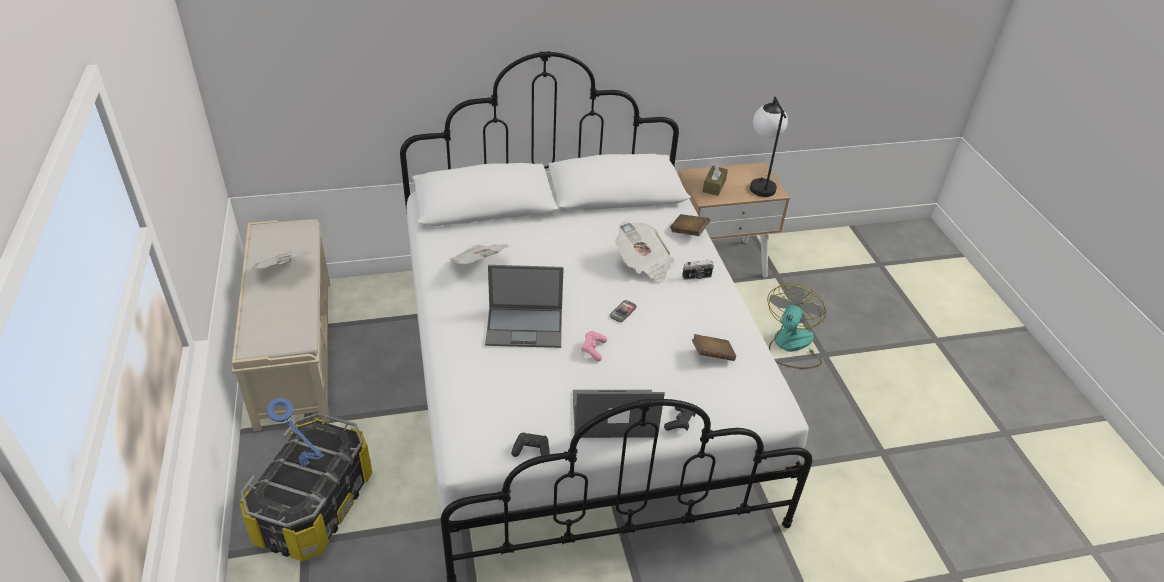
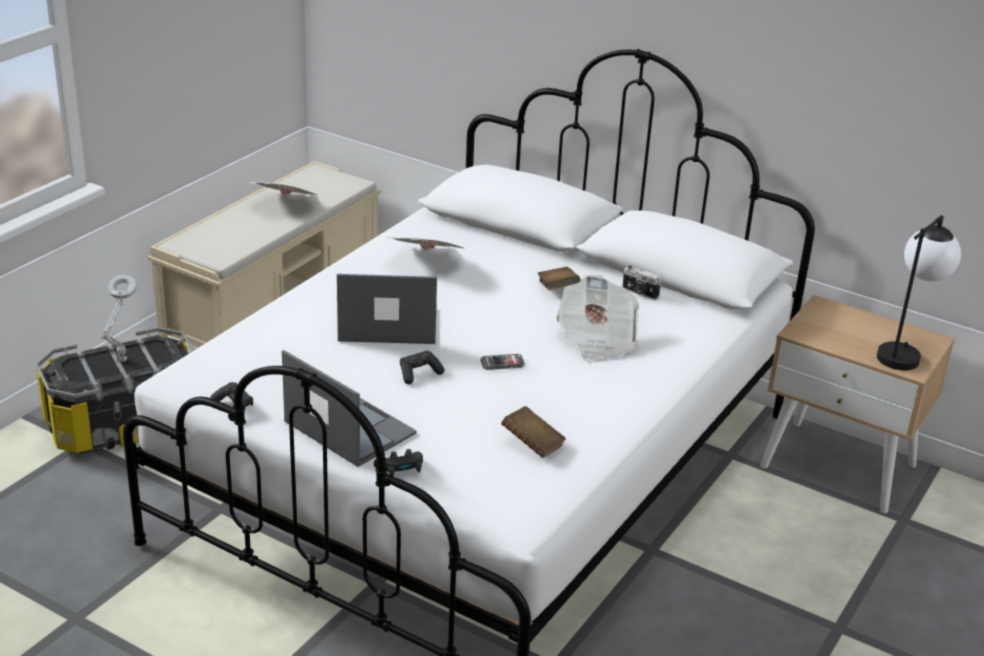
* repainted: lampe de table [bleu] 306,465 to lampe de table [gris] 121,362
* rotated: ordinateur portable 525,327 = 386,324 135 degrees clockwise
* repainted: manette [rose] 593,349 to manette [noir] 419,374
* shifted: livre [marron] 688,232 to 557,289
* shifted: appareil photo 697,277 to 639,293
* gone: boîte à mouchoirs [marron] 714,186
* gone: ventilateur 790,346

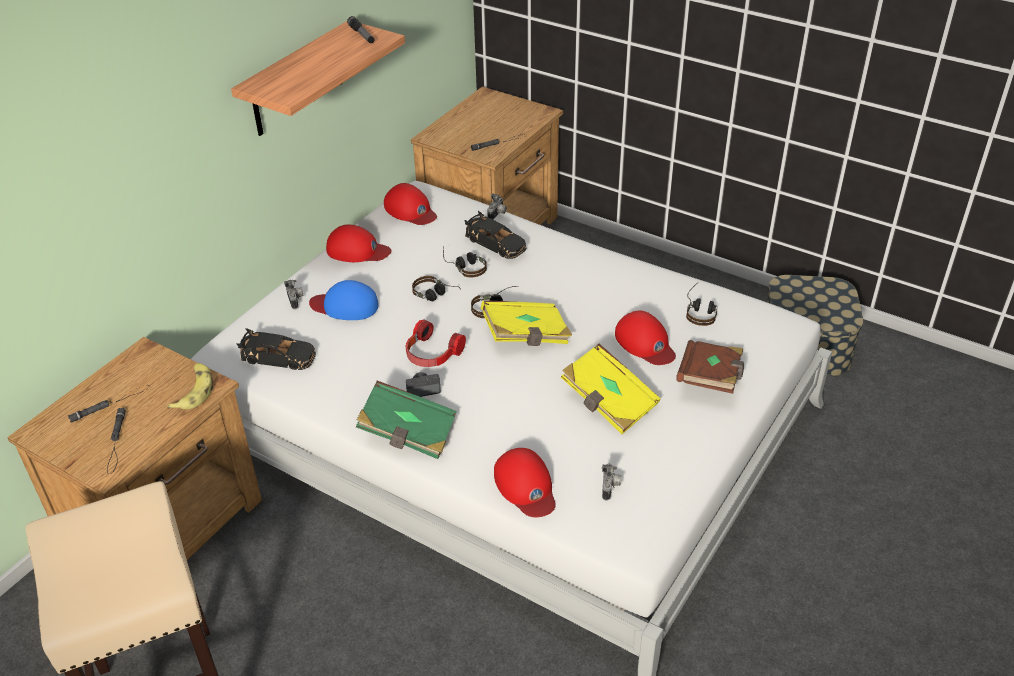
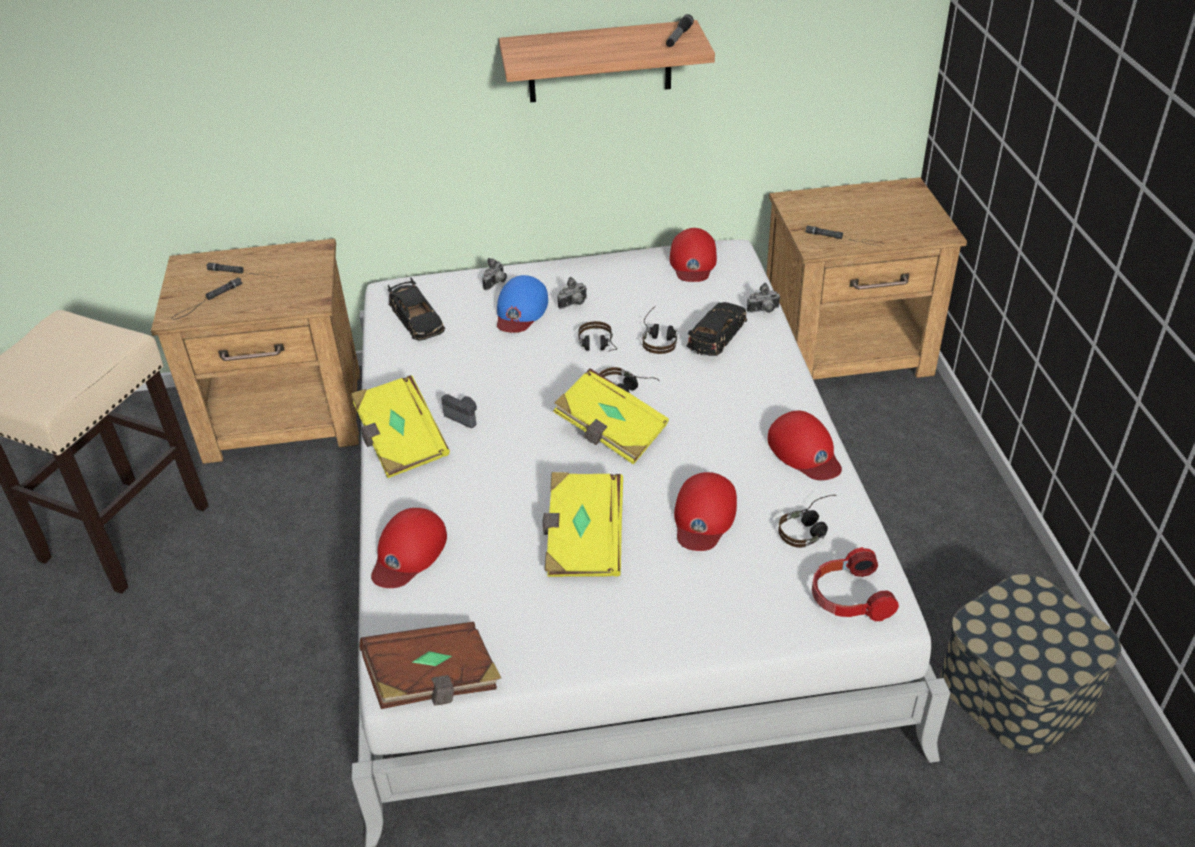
* repainted: livre [vert] 408,434 to livre [jaune] 400,442
* shifted: livre [marron] 710,379 to 434,681
* rotated: casquette [bleu] 345,306 = 520,310 135 degrees counterclockwise
* shifted: appareil photo 610,487 to 574,304
* rotated: petite voiture [noir] 495,243 = 717,335 150 degrees counterclockwise
* shifted: casquette [rouge] 357,250 to 804,451
* shifted: casque audio 432,354 to 848,597
* gone: banane 194,391

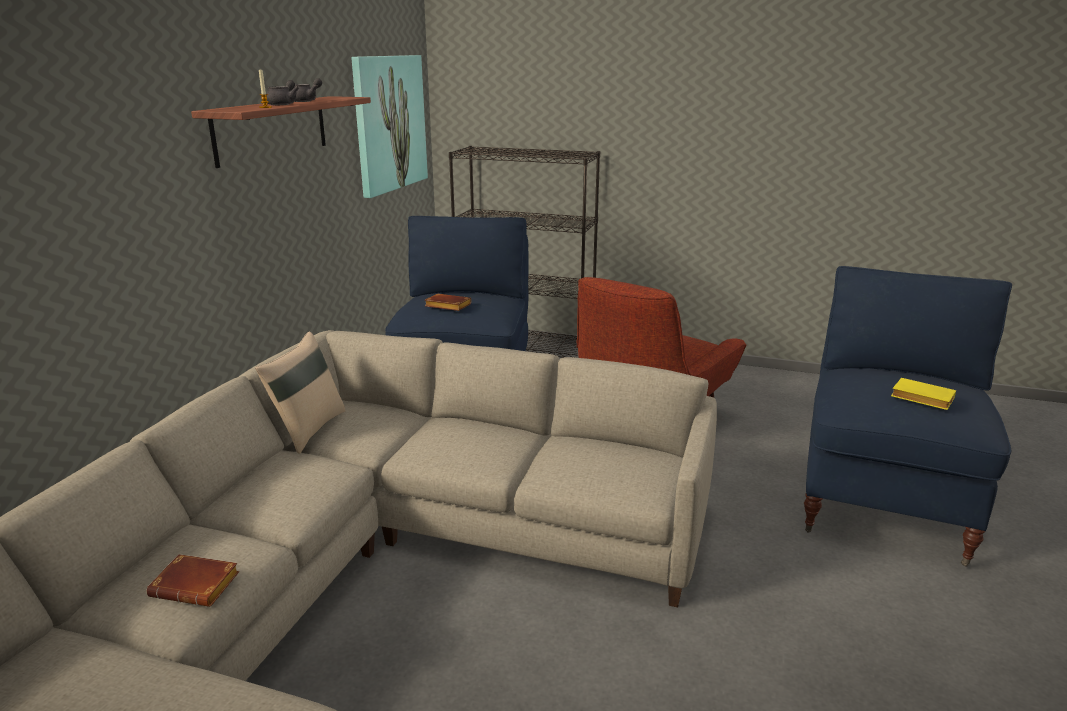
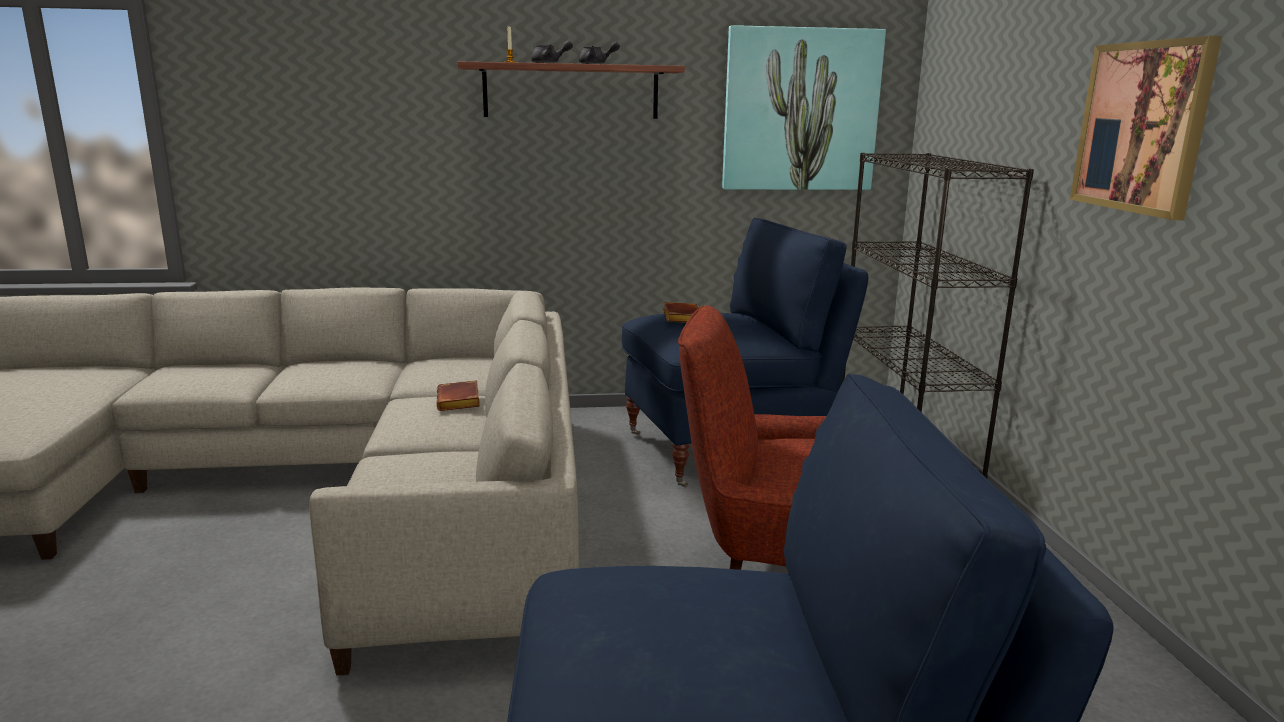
* shifted: livre [marron] 198,585 to 460,402
* new: tableau 1142,127
* gone: coussin [beige] 308,429
* gone: livre [jaune] 920,399

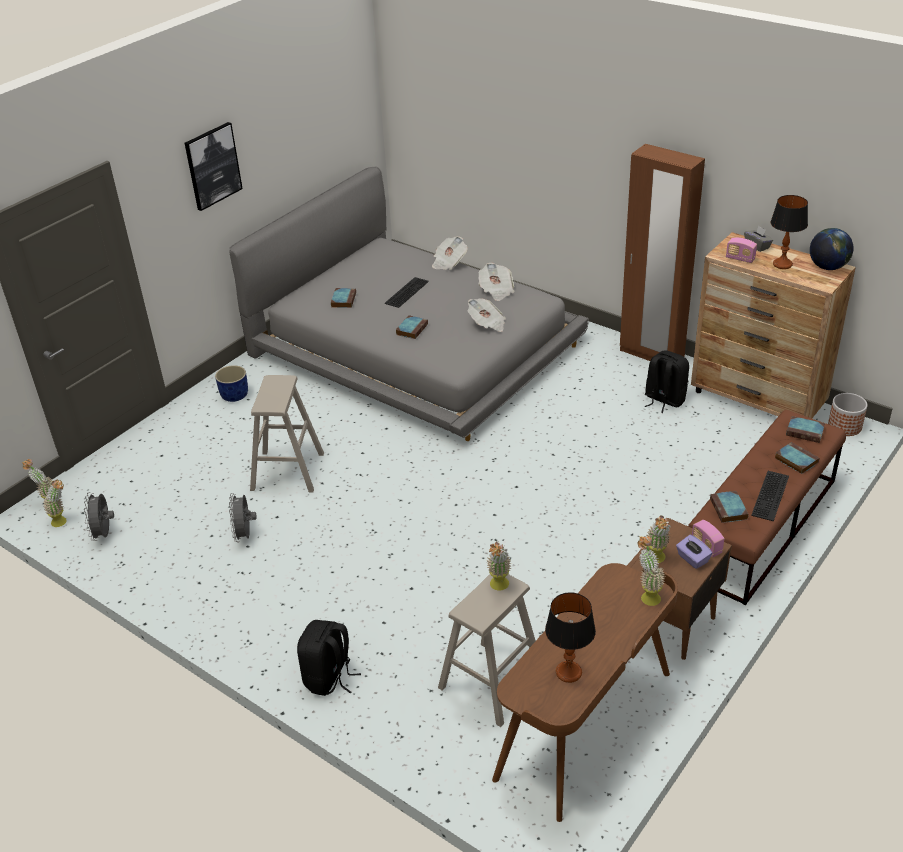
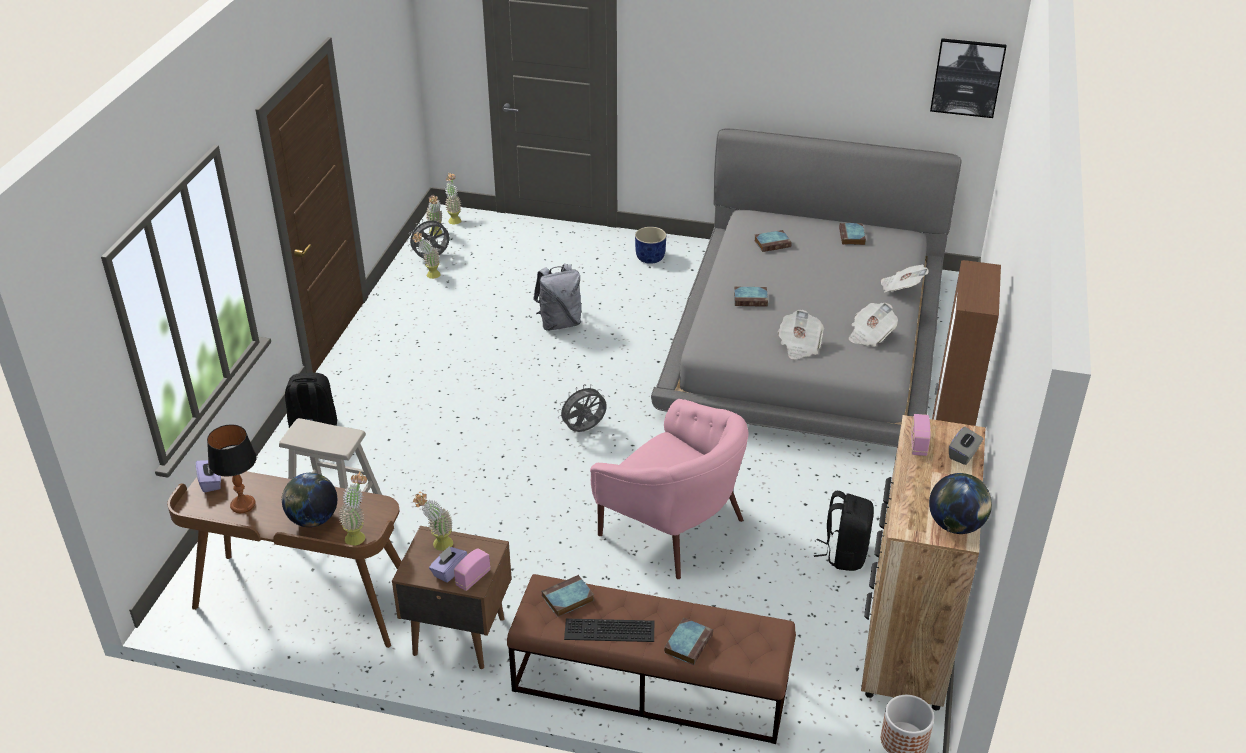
* new: boîte à mouchoirs [violet] 211,482
* new: globe 313,519
* shifted: plante en pot 499,587 to 429,275
* swapped: tabouret [beige] 287,471 to sac à dos [gris] 559,323
* shifted: ventilateur [gris] 245,535 to 584,430
* new: fauteuil [rose] 673,527
* shifted: livre 805,432 to 852,237
* shifted: tableau 212,166 to 967,77
* gone: clavier 406,291
* gone: lampe de table 782,264

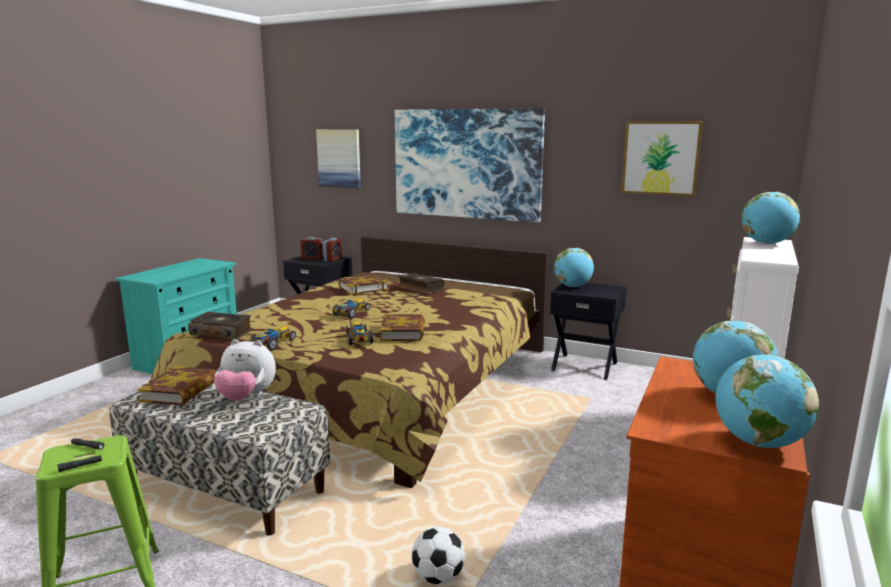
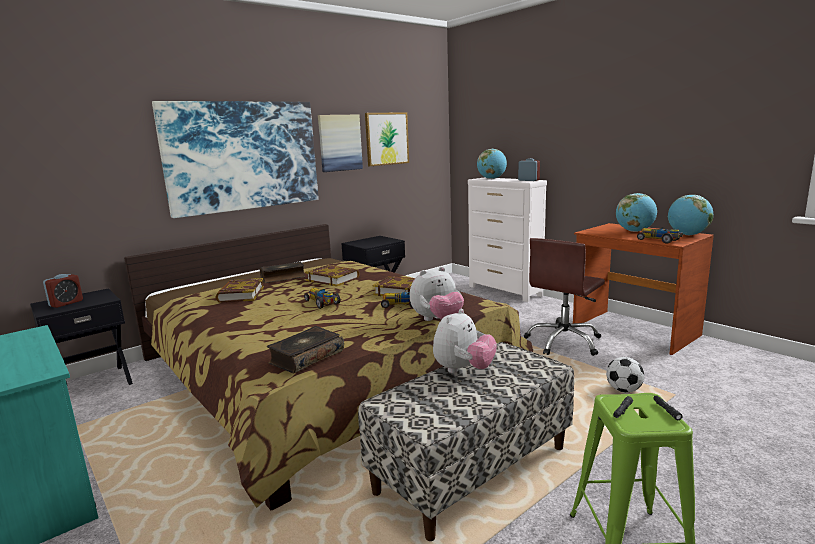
* shifted: livre 180,391 to 333,279
* shifted: tableau 339,158 to 340,143
* new: peluche 437,320
* shifted: réveil 333,259 to 528,180
* new: chaise de bureau [marron] 564,342
* shifted: petite voiture 272,344 to 660,240
* gone: globe 573,286

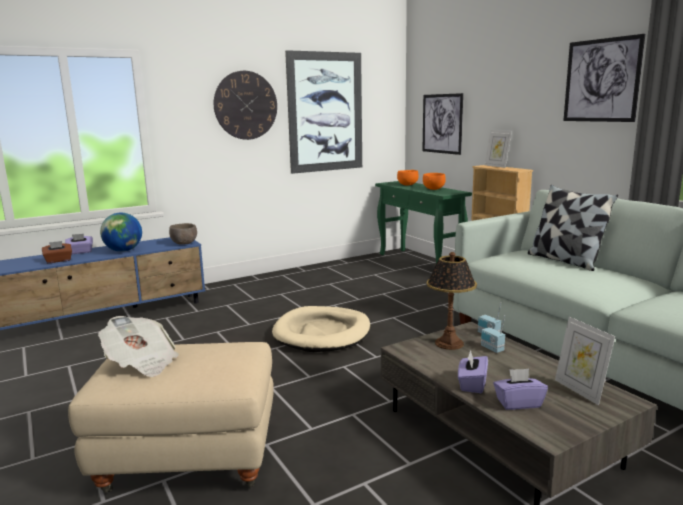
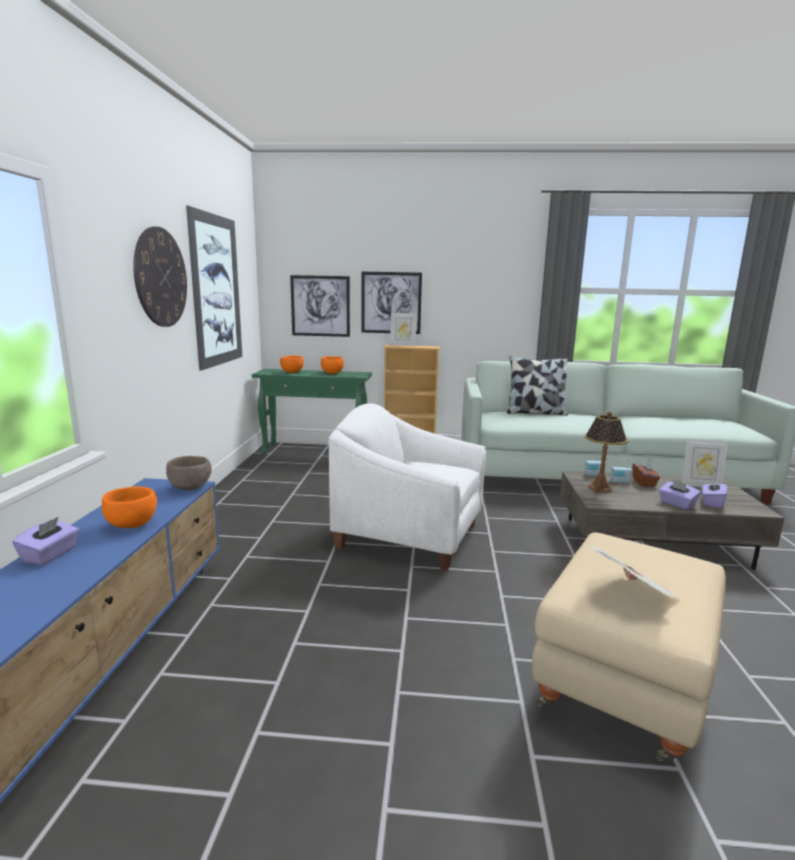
* swapped: globe 123,251 to bol [orange] 132,525
* swapped: panier pour chien [beige] 322,333 to fauteuil [blanc] 409,536
* shifted: tableau 601,80 to 391,303
* shifted: boîte à mouchoirs [marron] 58,260 to 644,482

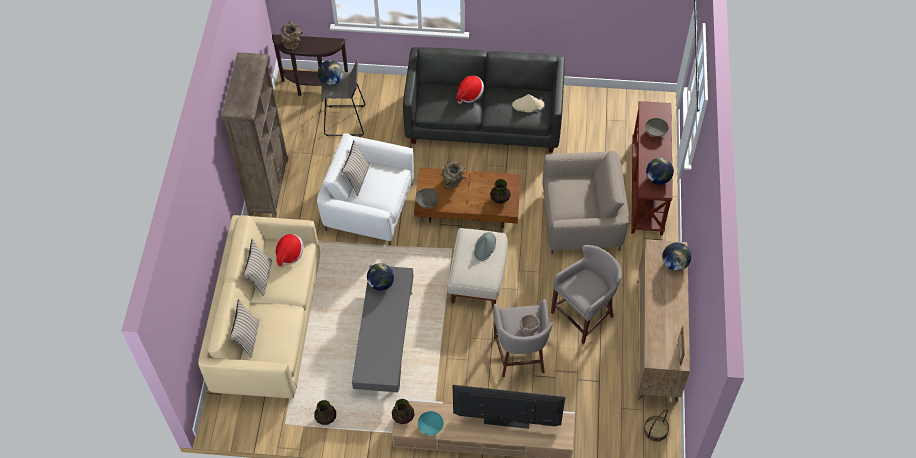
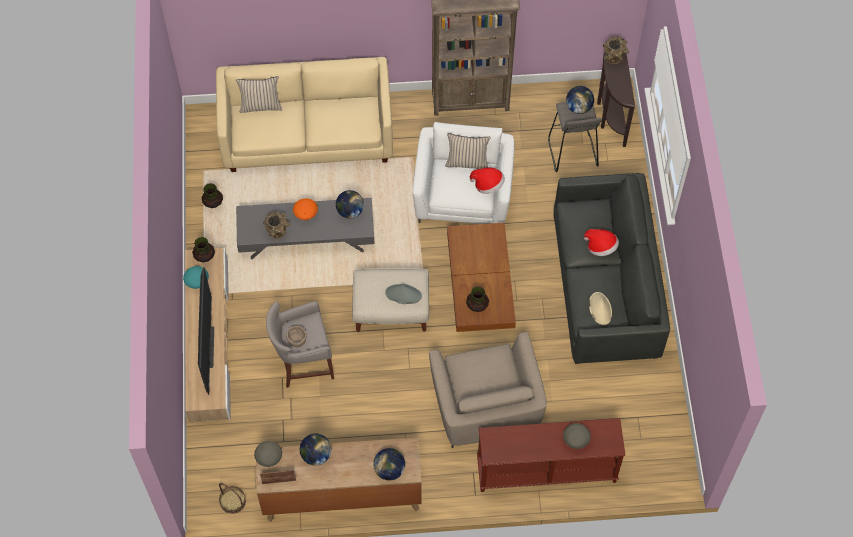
* shifted: bol [gris] 426,202 to 269,457
* shifted: vase [marron] 453,182 to 278,233
* new: bol [orange] 305,213
* shifted: globe 658,179 to 316,455
* shifted: chapeau 289,254 to 488,185
* gone: coussin [beige] 260,277
* gone: tabouret [gris] 584,314

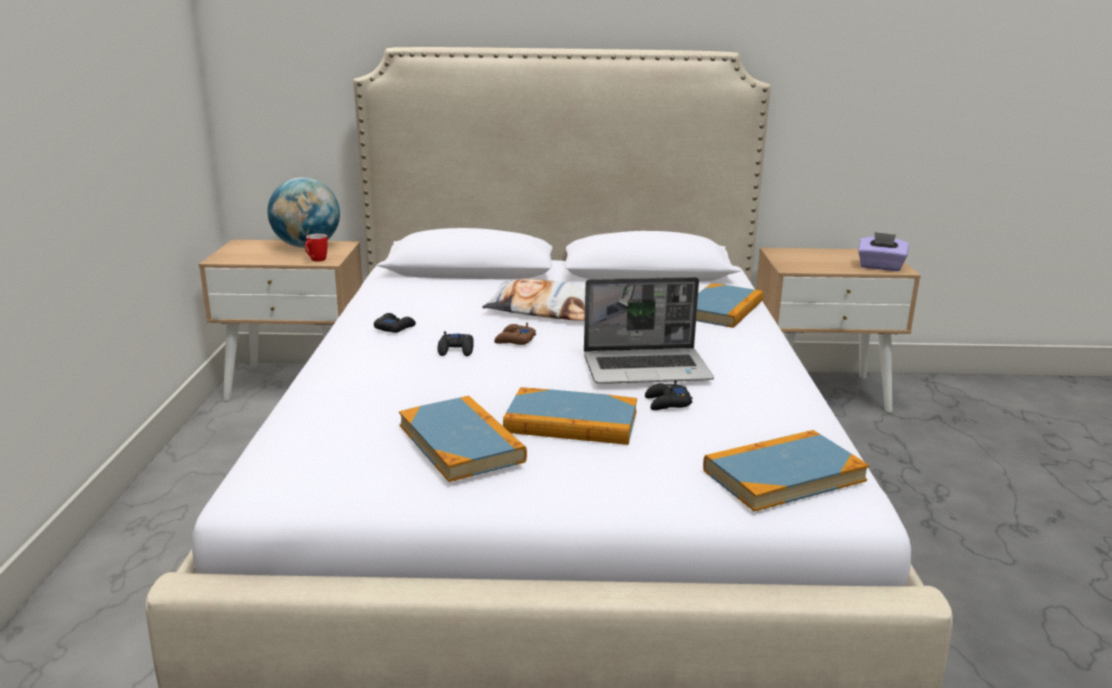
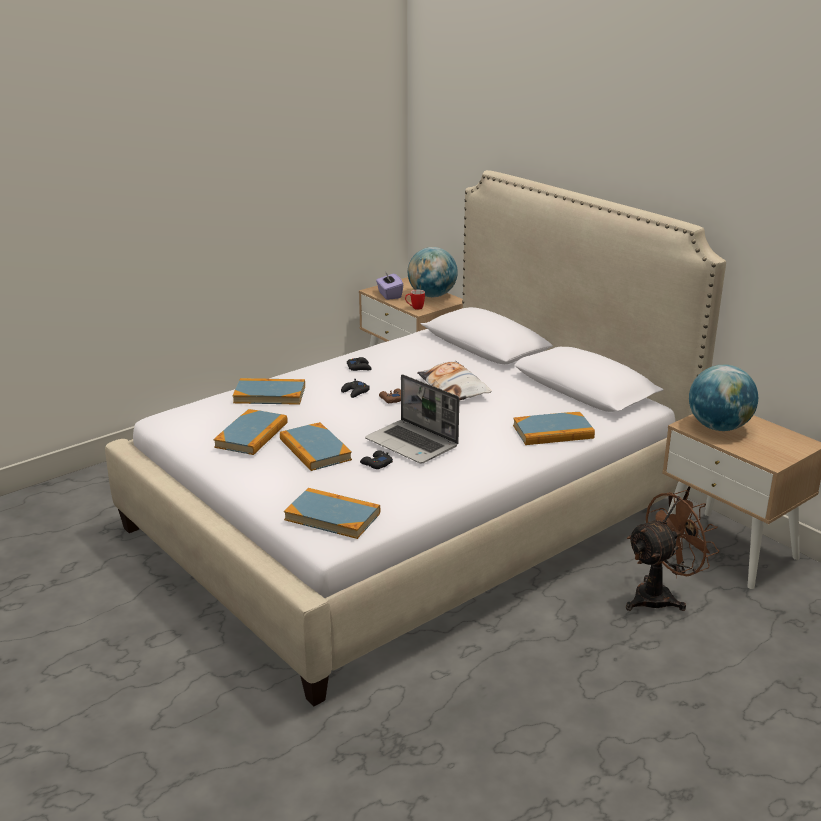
* new: livre 269,394
* shifted: boîte à mouchoirs [violet] 880,267 to 389,295
* new: ventilateur [marron] 661,596
* new: globe 719,427

